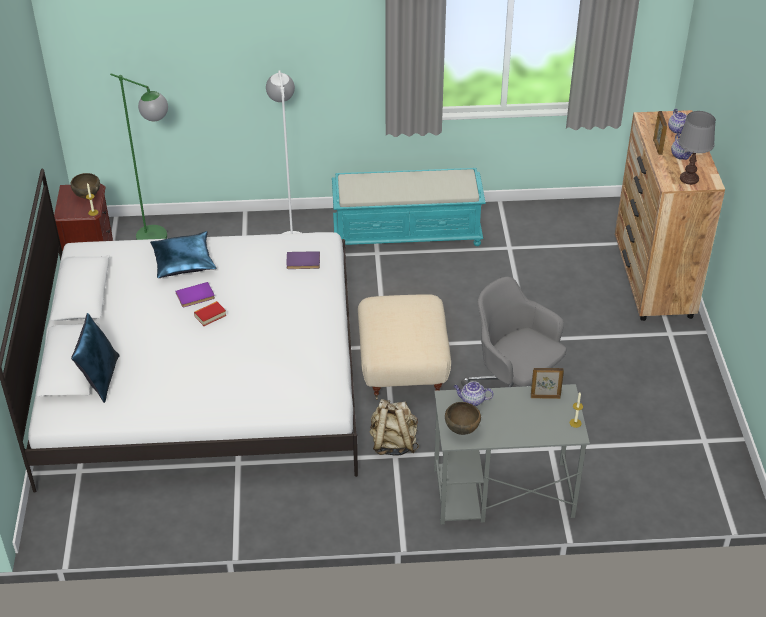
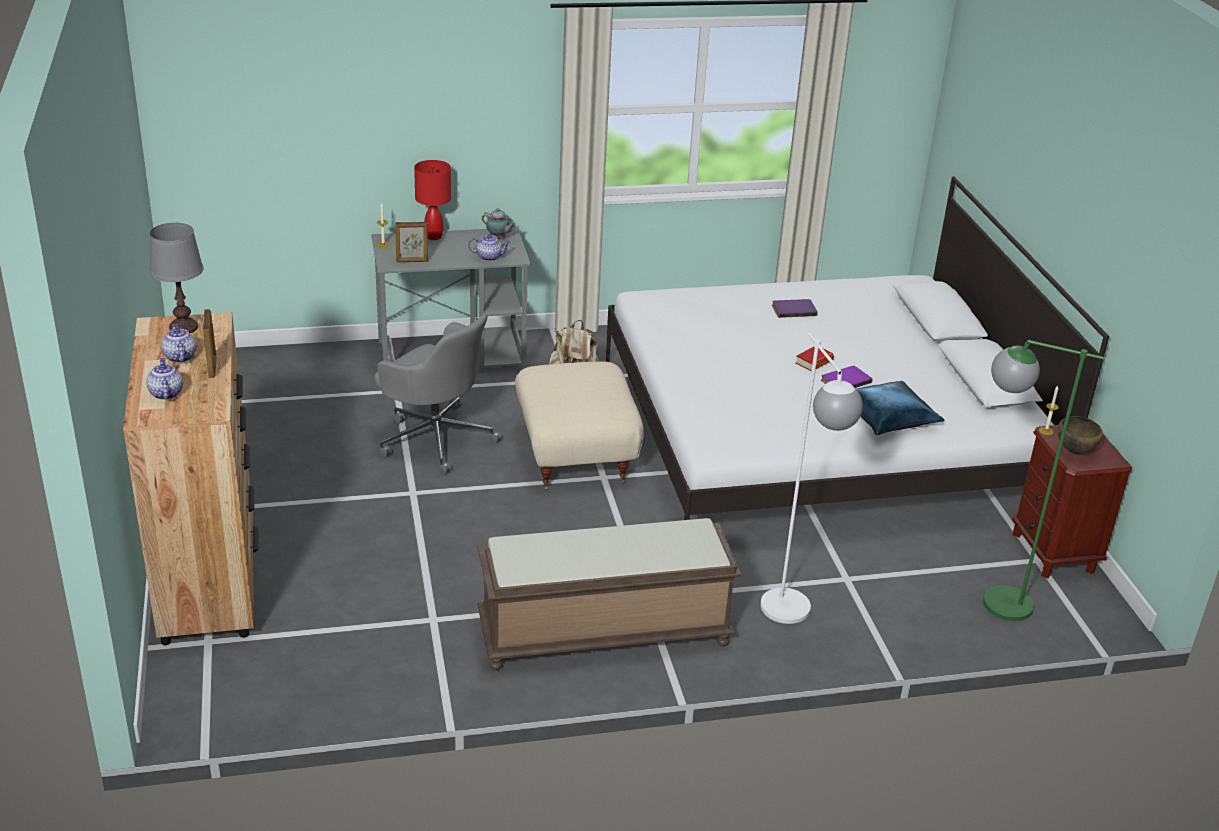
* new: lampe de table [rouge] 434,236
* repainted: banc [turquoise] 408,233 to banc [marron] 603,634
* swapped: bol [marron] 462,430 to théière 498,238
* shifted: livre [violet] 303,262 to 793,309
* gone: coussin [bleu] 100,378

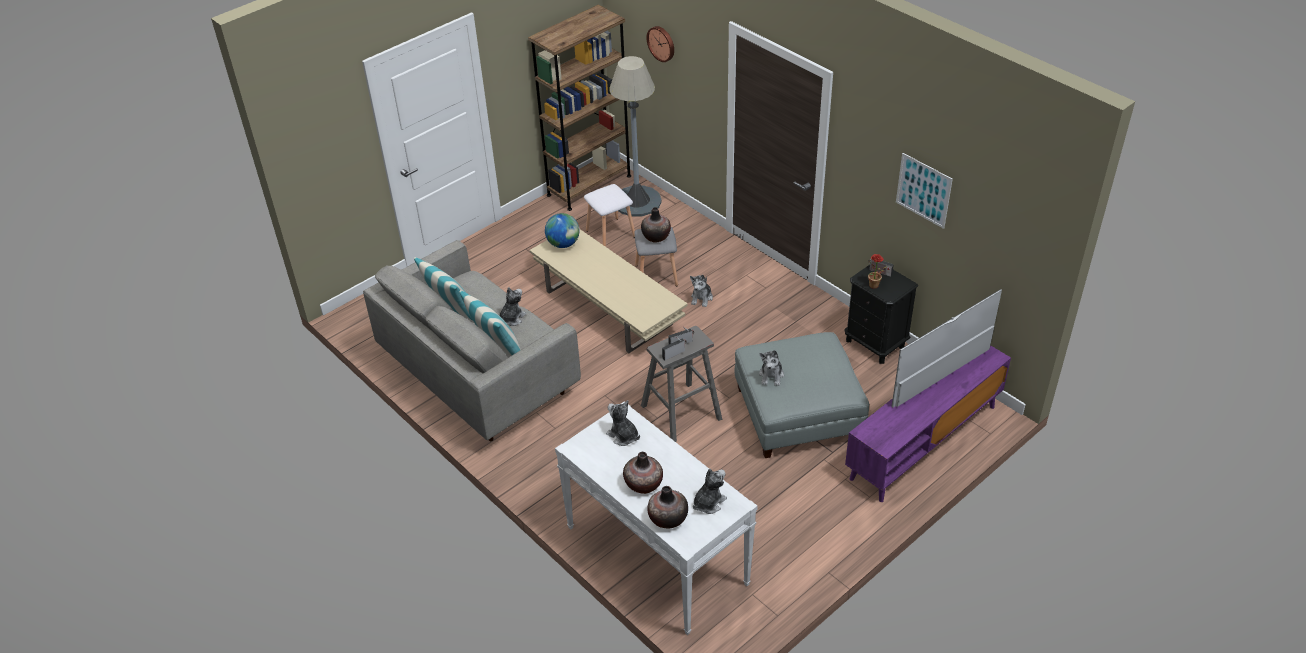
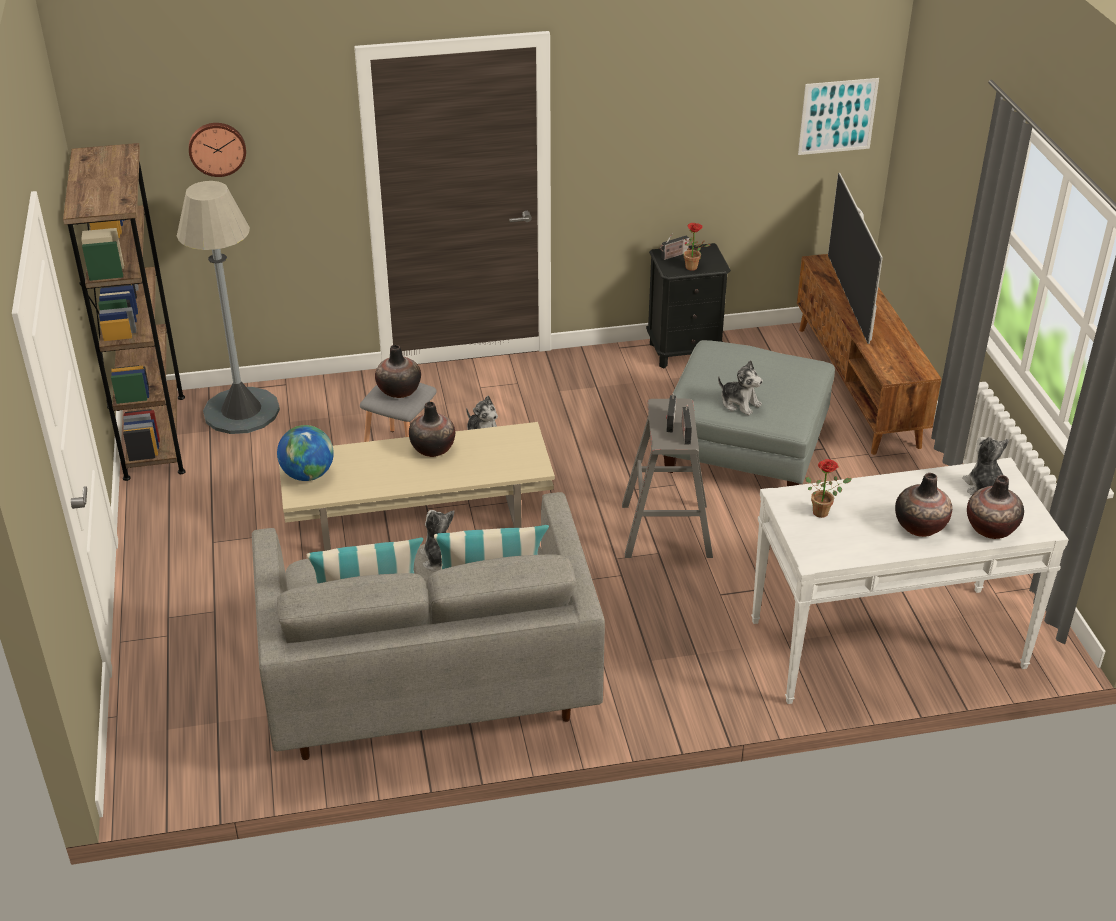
* new: vase 433,448
* repainted: meuble télé [violet] 923,442 to meuble télé [marron] 858,386
* shifted: tableau 923,190 to 837,116
* swapped: peluche 623,436 to plante en pot 823,511
* gone: tabouret [blanc] 610,234

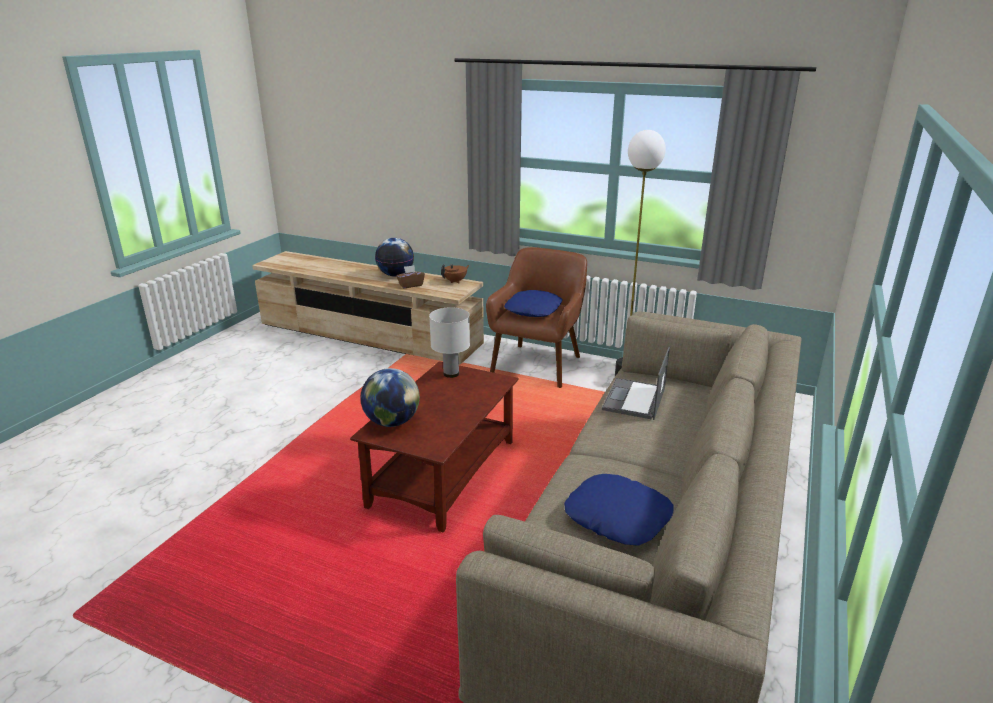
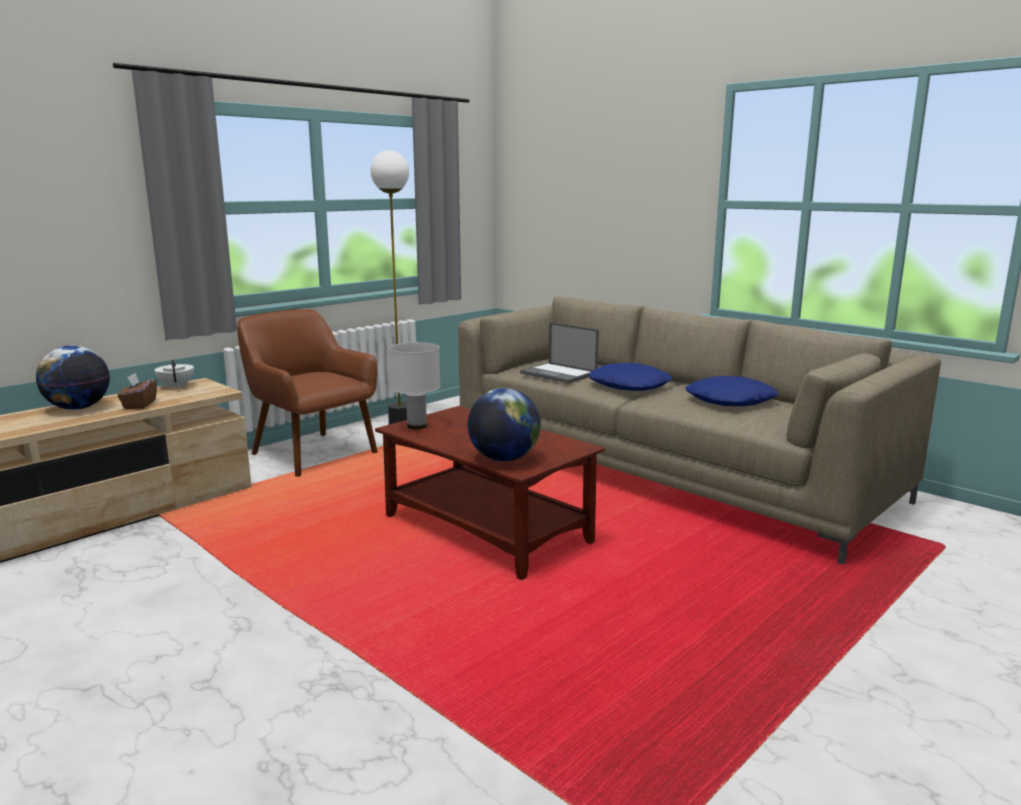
* repainted: théière [marron] 455,281 to théière [blanc] 177,386
* shifted: coussin [bleu] 534,310 to 630,386

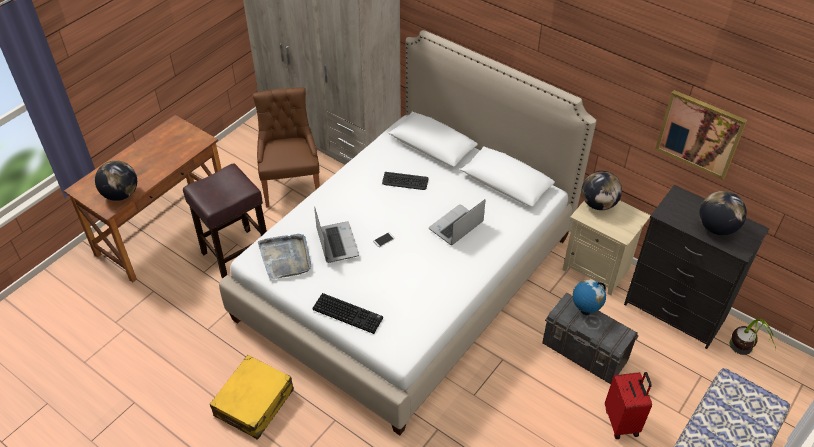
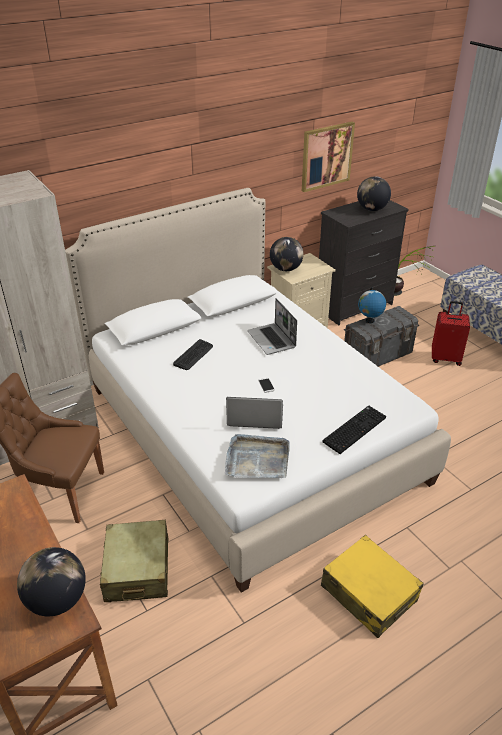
* swapped: tabouret [marron] 235,254 to valise [beige] 137,570

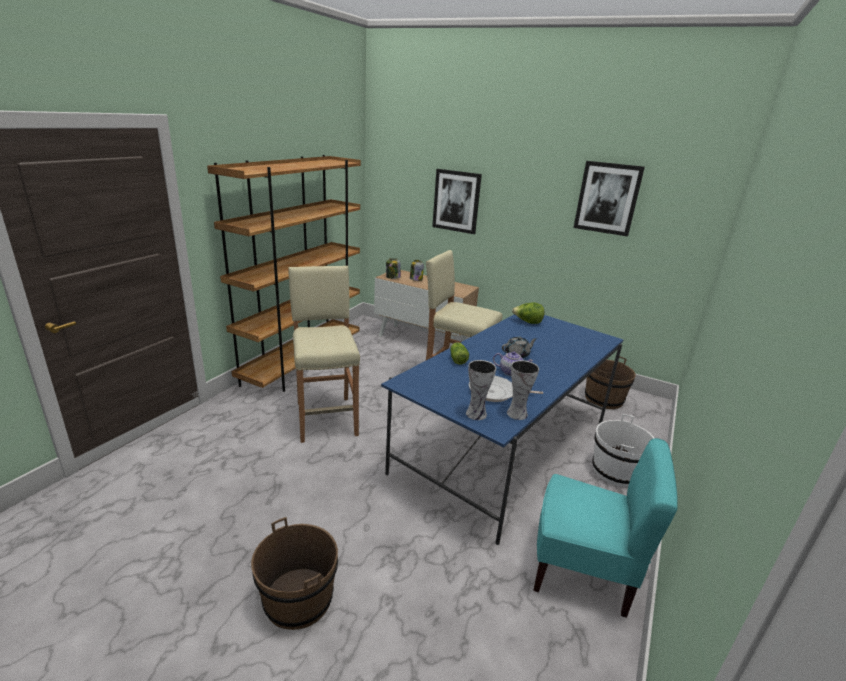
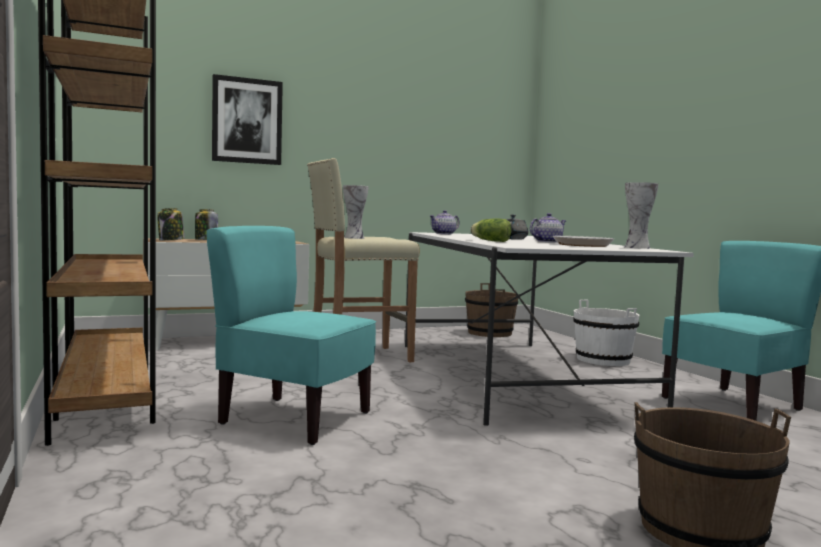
* swapped: tabouret [beige] 326,418 to chaise [turquoise] 294,419
* shifted: vase 477,413 to 354,238
* repainted: table à manger [bleu] 502,448 to table à manger [blanc] 513,375
* swapped: laitue 527,322 to théière 444,234
* gone: tableau 607,198

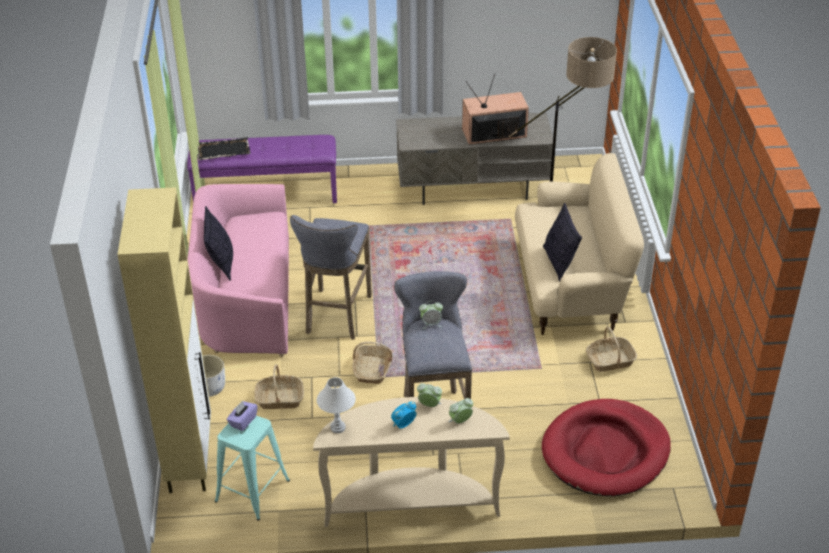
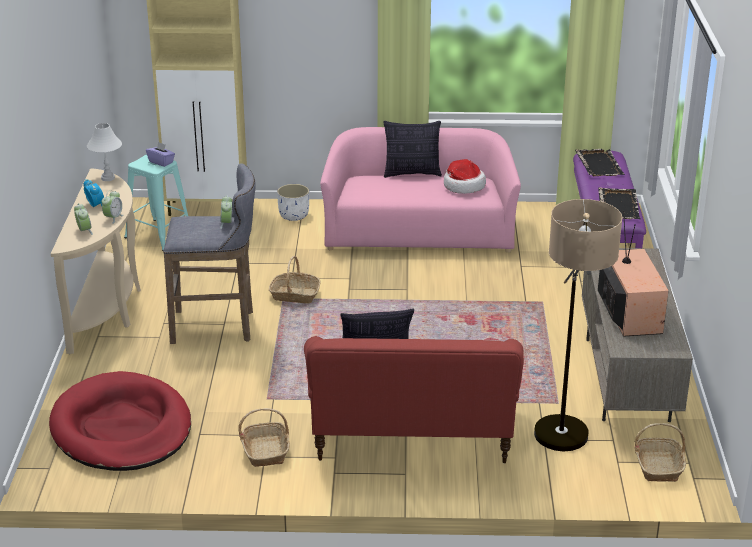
* repainted: canapé [beige] 570,286 to canapé [rouge] 412,436
* new: chapeau 463,186
* new: plateau [noir] 618,205
* shifted: panier 279,399 to 658,466
* gone: tabouret [gris] 337,317

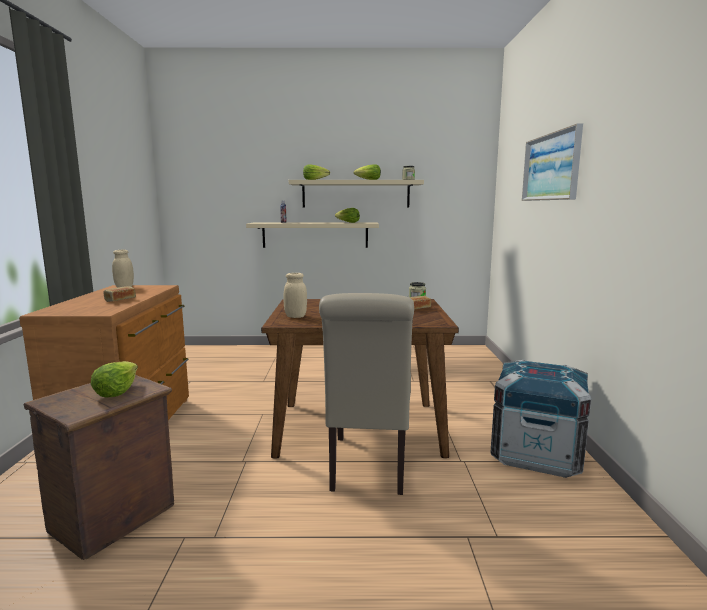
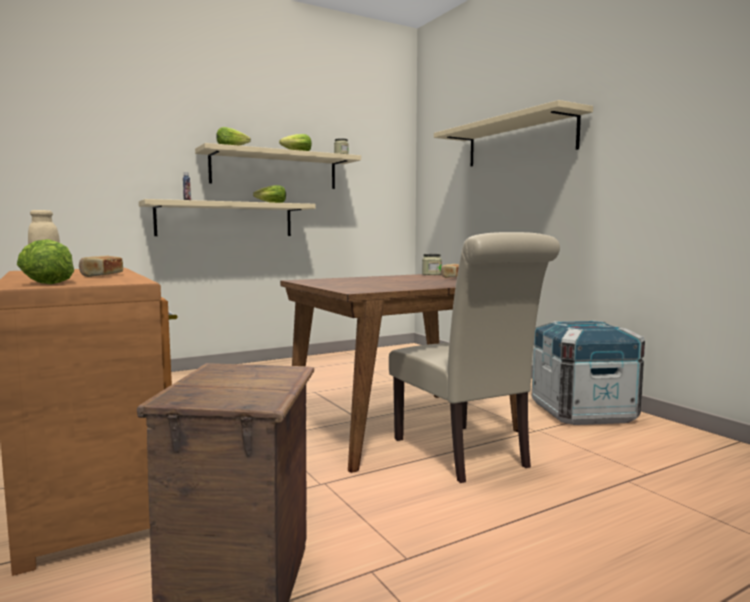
* shifted: laitue 116,391 to 49,282
* swapped: tableau 550,167 to étagère [beige] 519,141
* gone: bocal [beige] 295,316

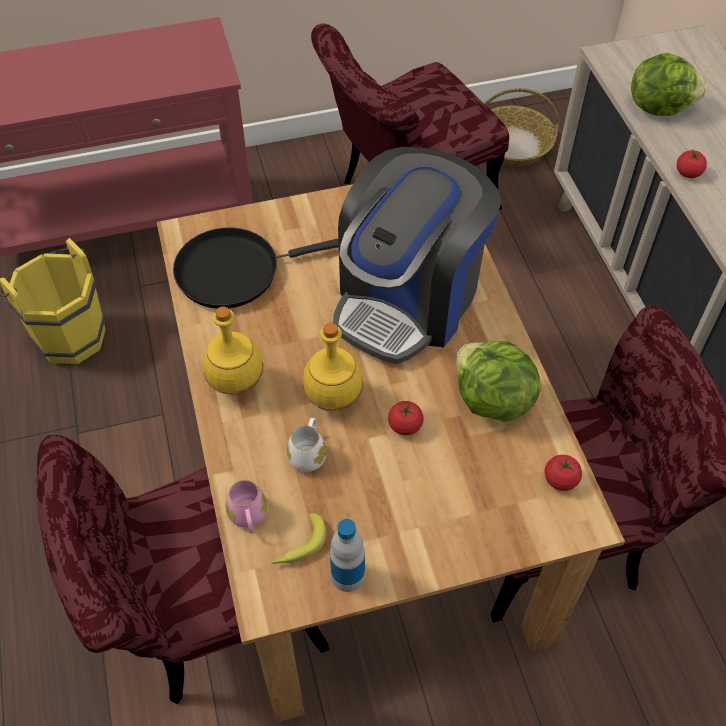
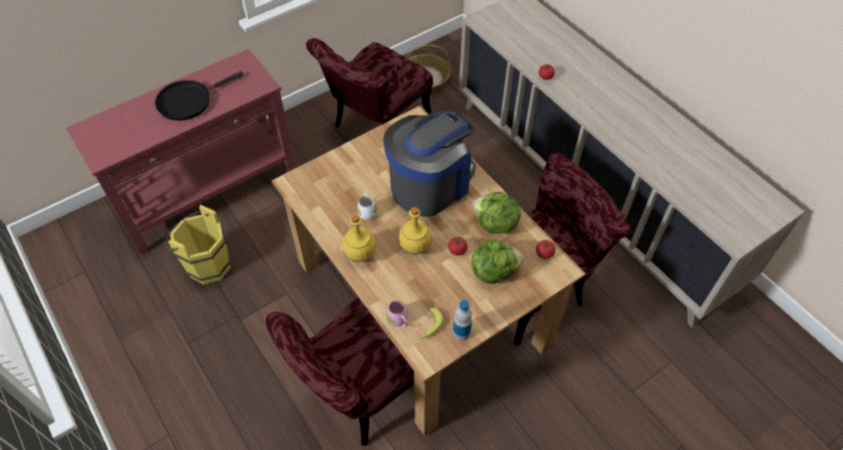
* shifted: poêle [noir] 235,271 to 188,101
* shifted: mug [blanc] 308,453 to 367,211
* rotated: machine à café 409,298 = 430,184 150 degrees counterclockwise
* shifted: laitue 659,106 to 493,271

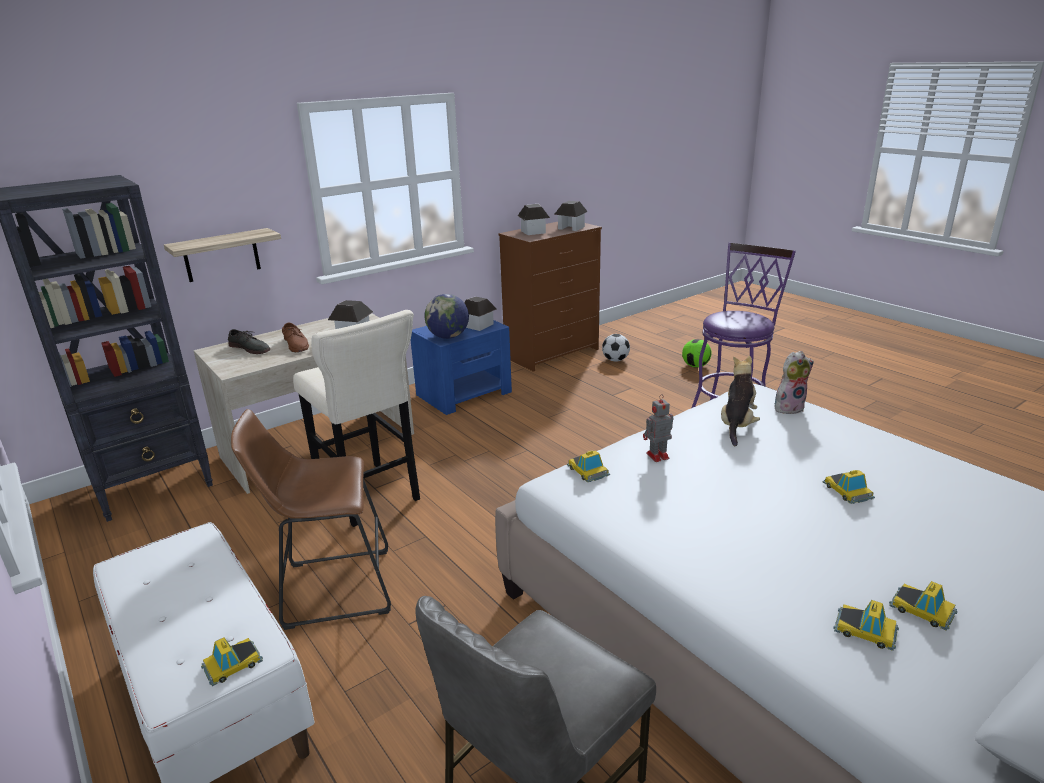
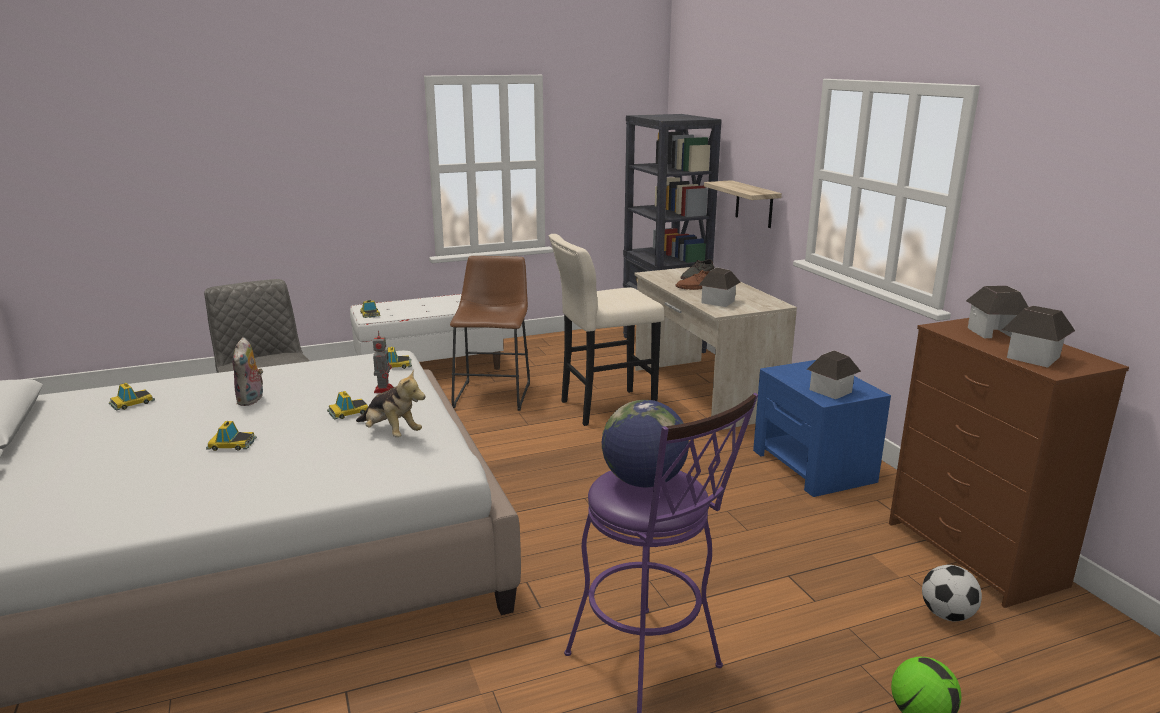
* shifted: peluche 788,407 to 252,400
* shifted: petite voiture 922,609 to 349,412
* shifted: globe 448,337 to 643,482

